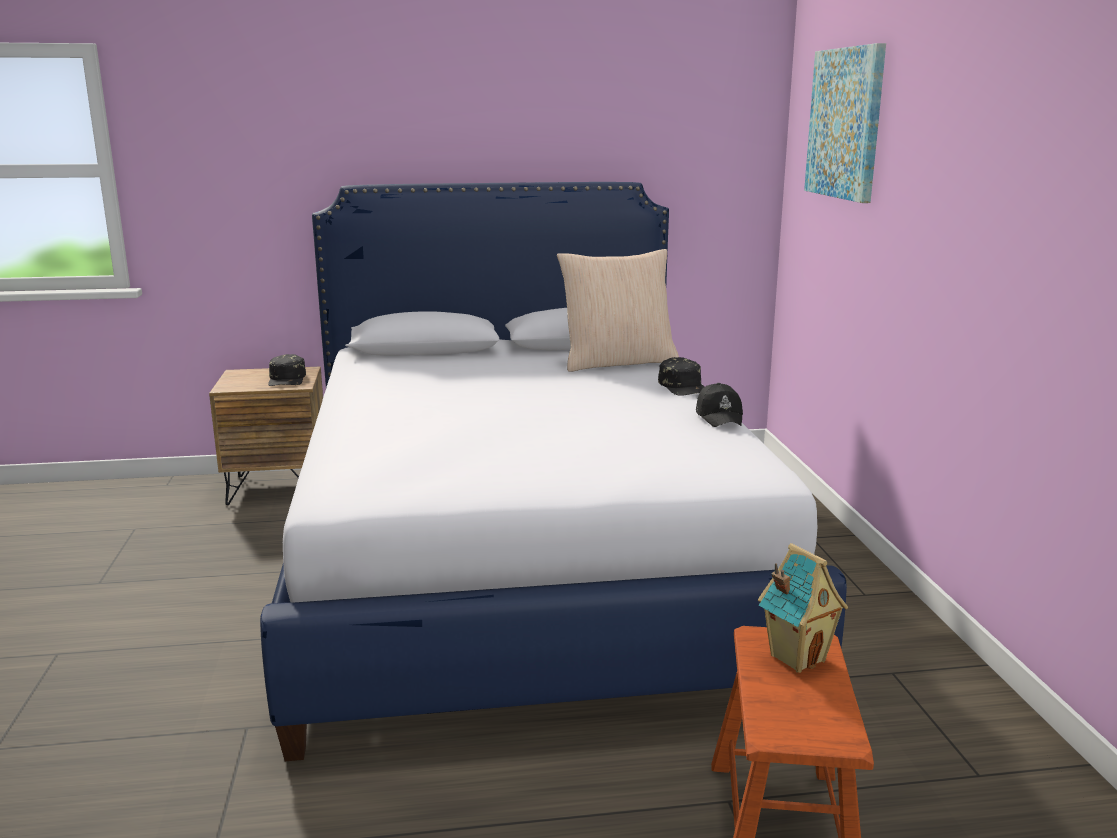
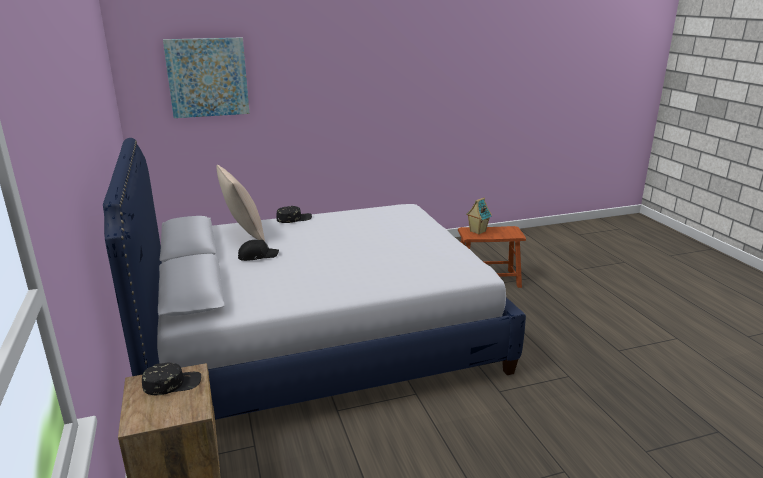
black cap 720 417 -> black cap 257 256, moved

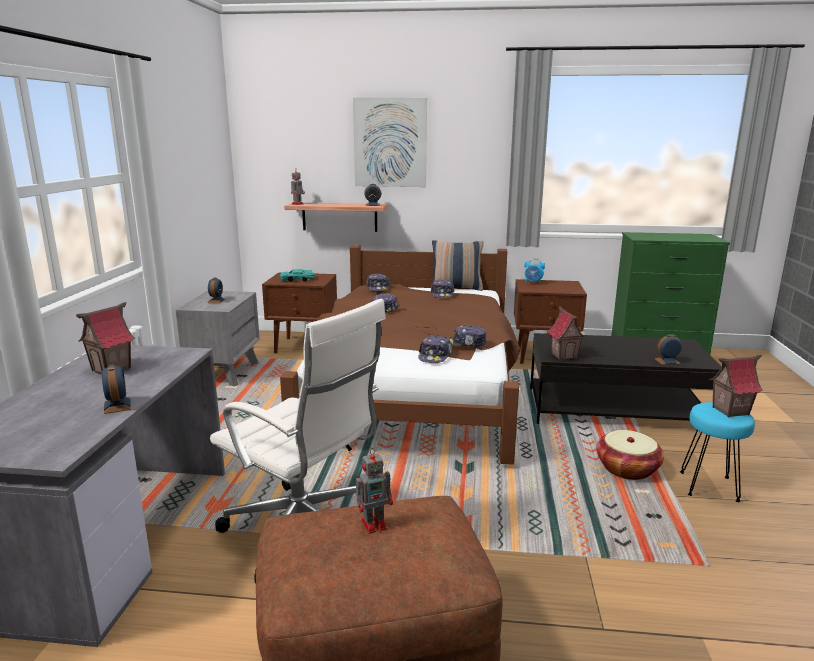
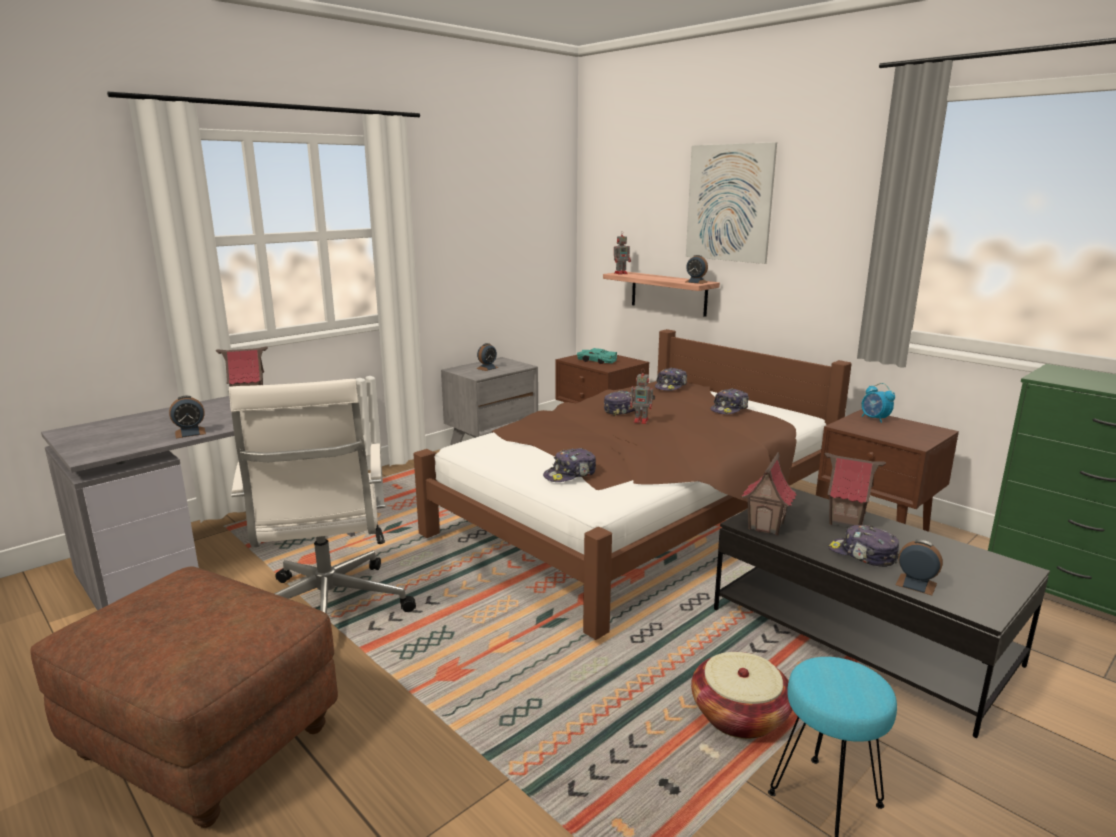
alarm clock 117 405 -> alarm clock 190 433, 45 degrees clockwise
toy robot 375 524 -> toy robot 641 421, moved
toy house 730 411 -> toy house 846 521, moved
cap 465 344 -> cap 862 555, moved
pillow 456 288 -> none

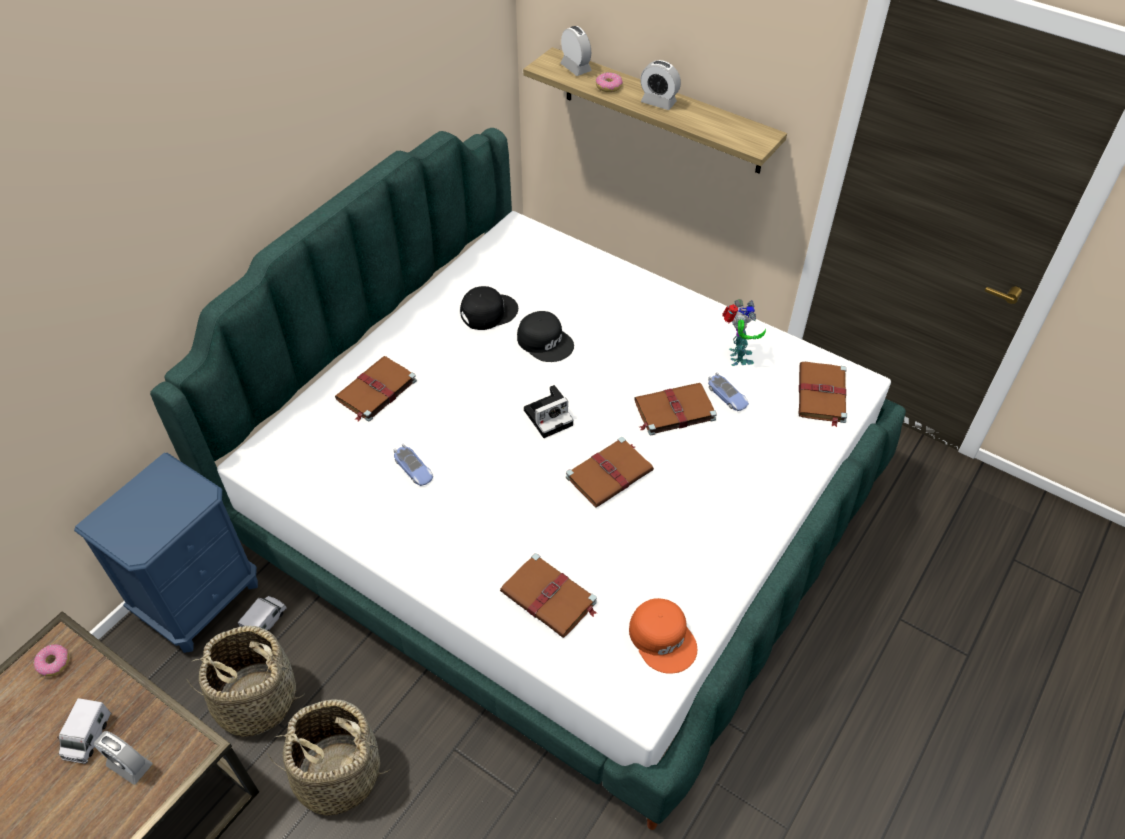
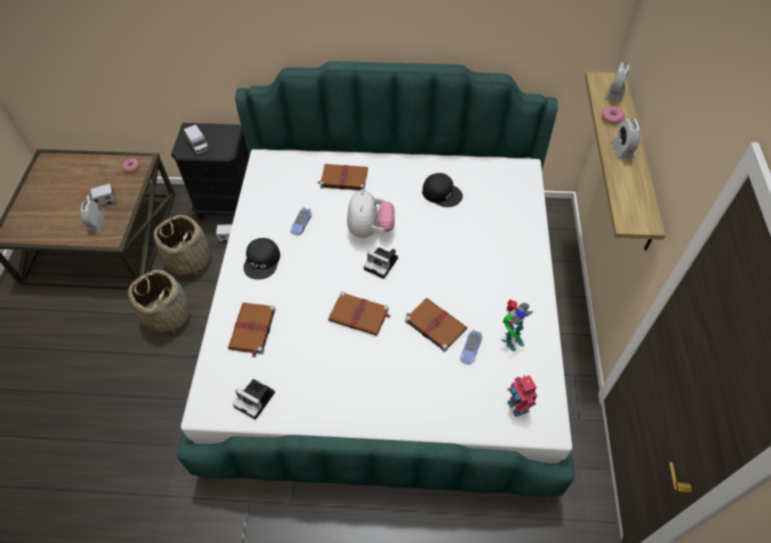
blue nightstand 200 599 -> black nightstand 228 205
none -> toy truck 198 145
orange cap 663 638 -> photo camera 256 400
black cap 545 341 -> black cap 262 261, moved
none -> plush toy 370 230
brown book 821 395 -> toy robot 517 407

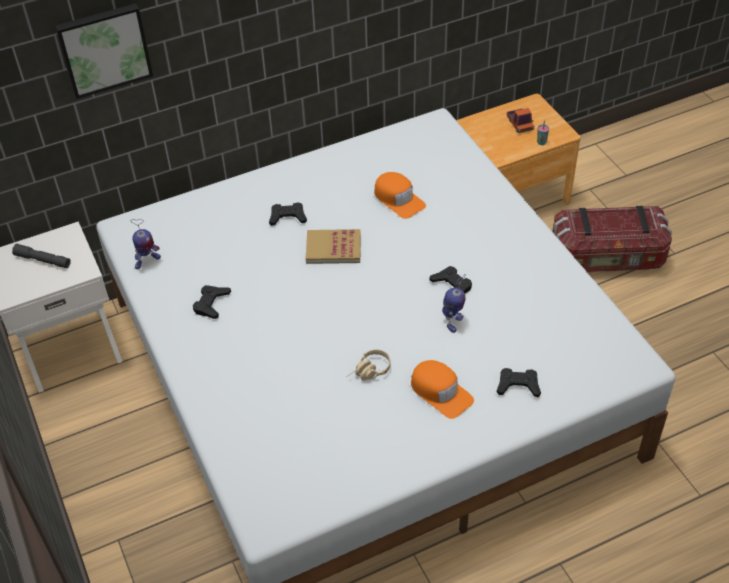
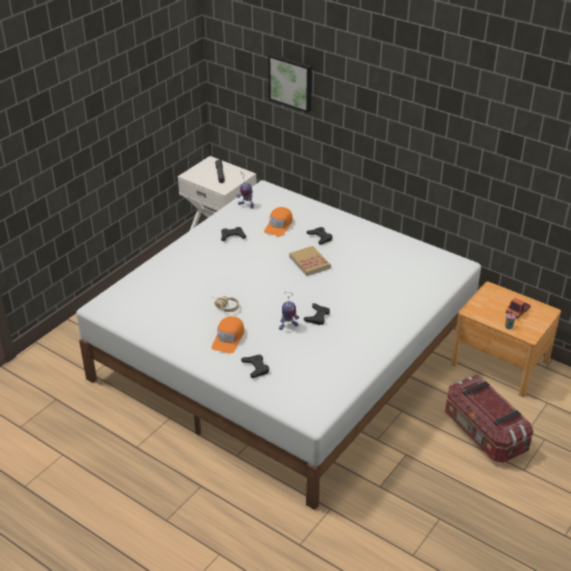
orange cap 398 199 -> orange cap 279 225, moved

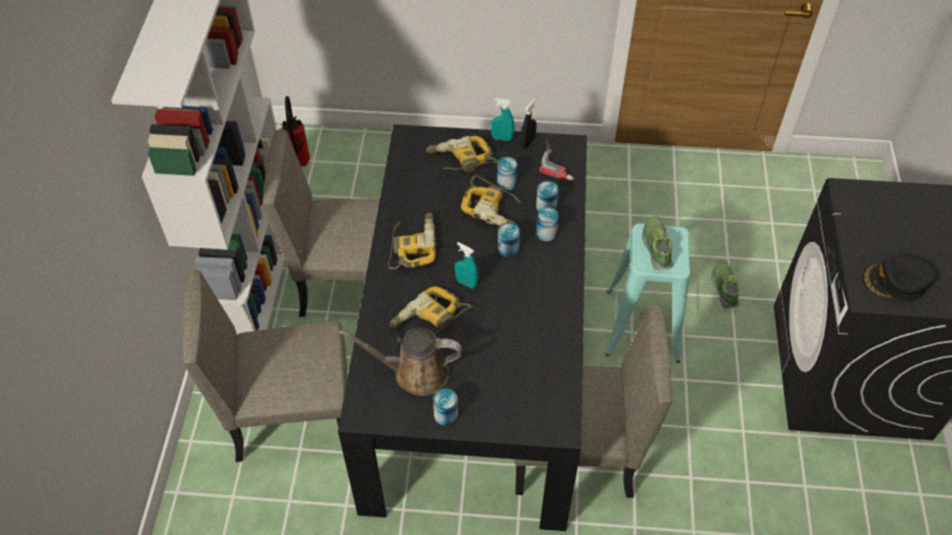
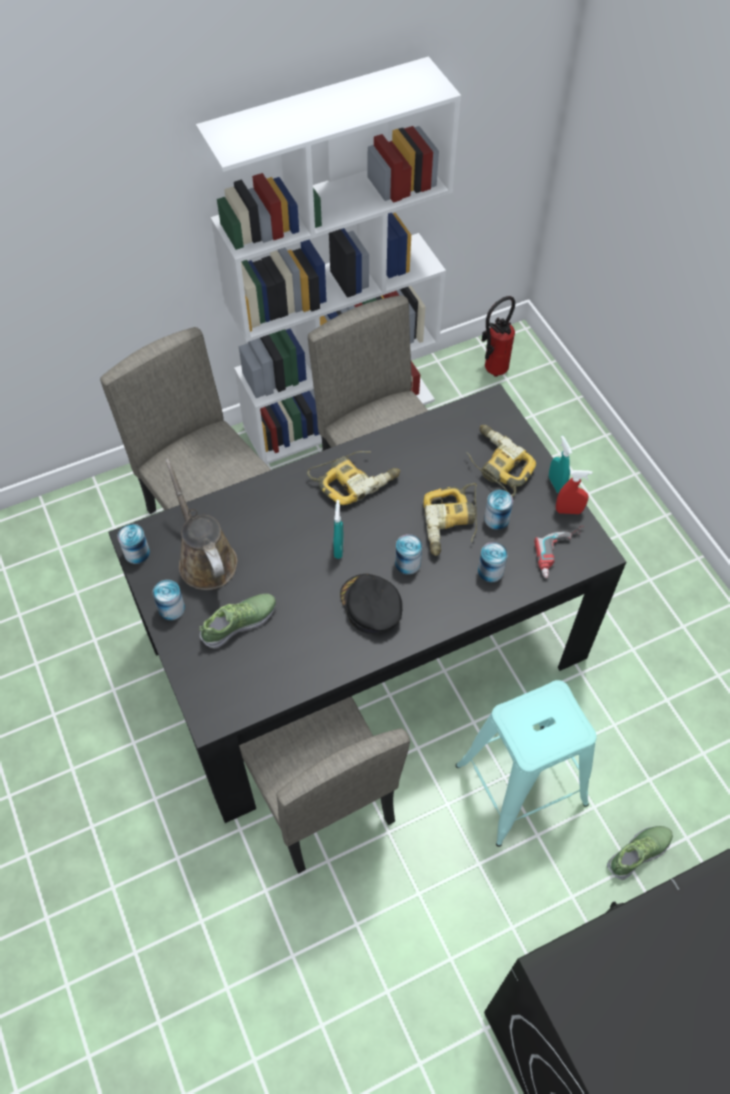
can 546 233 -> can 137 553, moved
shoe 657 247 -> shoe 239 623, moved
black cap 896 282 -> black cap 370 606, moved
black spray bottle 527 142 -> red spray bottle 568 511
power drill 430 319 -> none

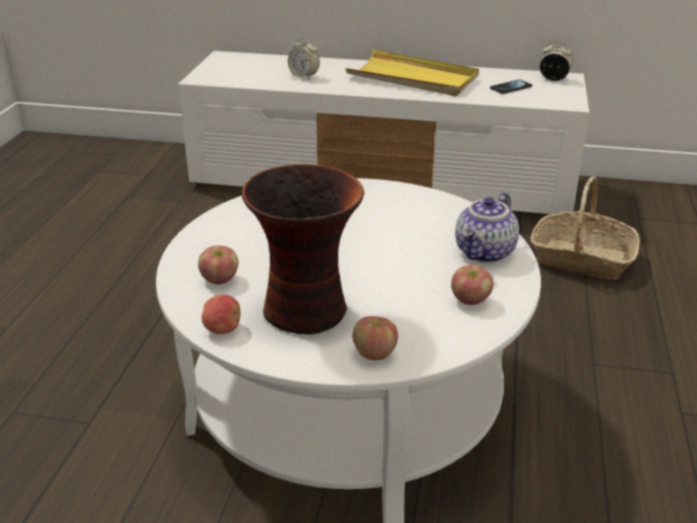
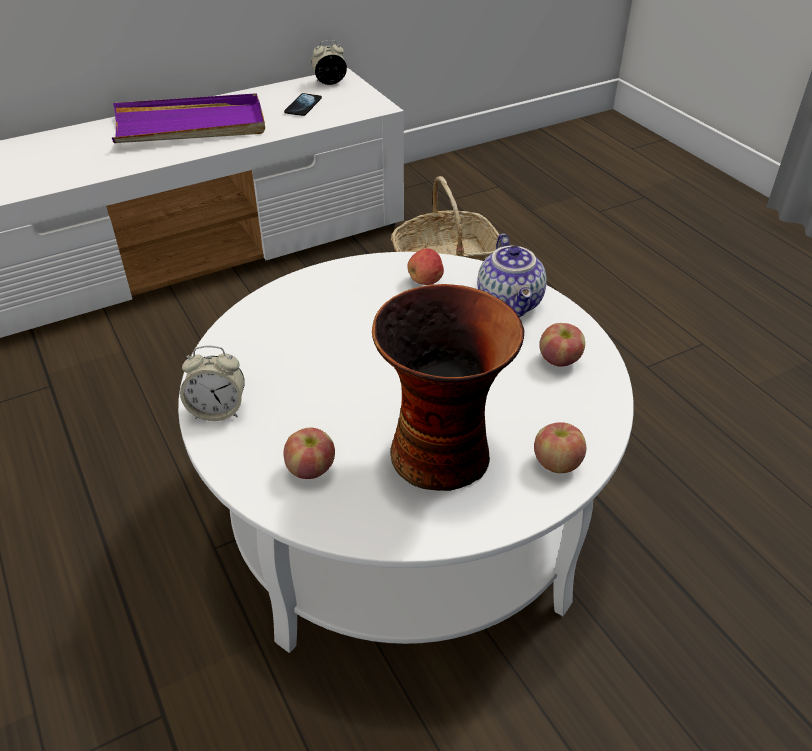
yellow tray 413 78 -> purple tray 190 126
alarm clock 304 76 -> alarm clock 218 410, moved
apple 223 329 -> apple 426 281, moved

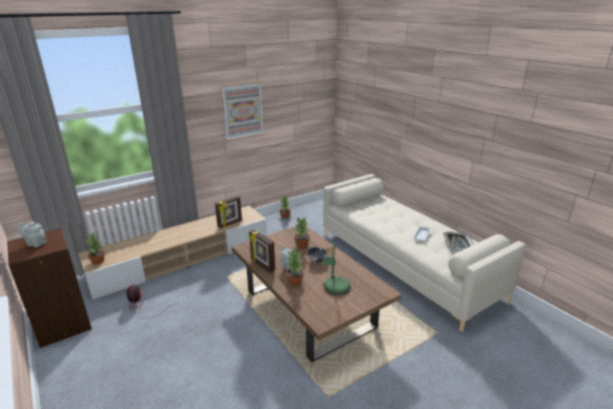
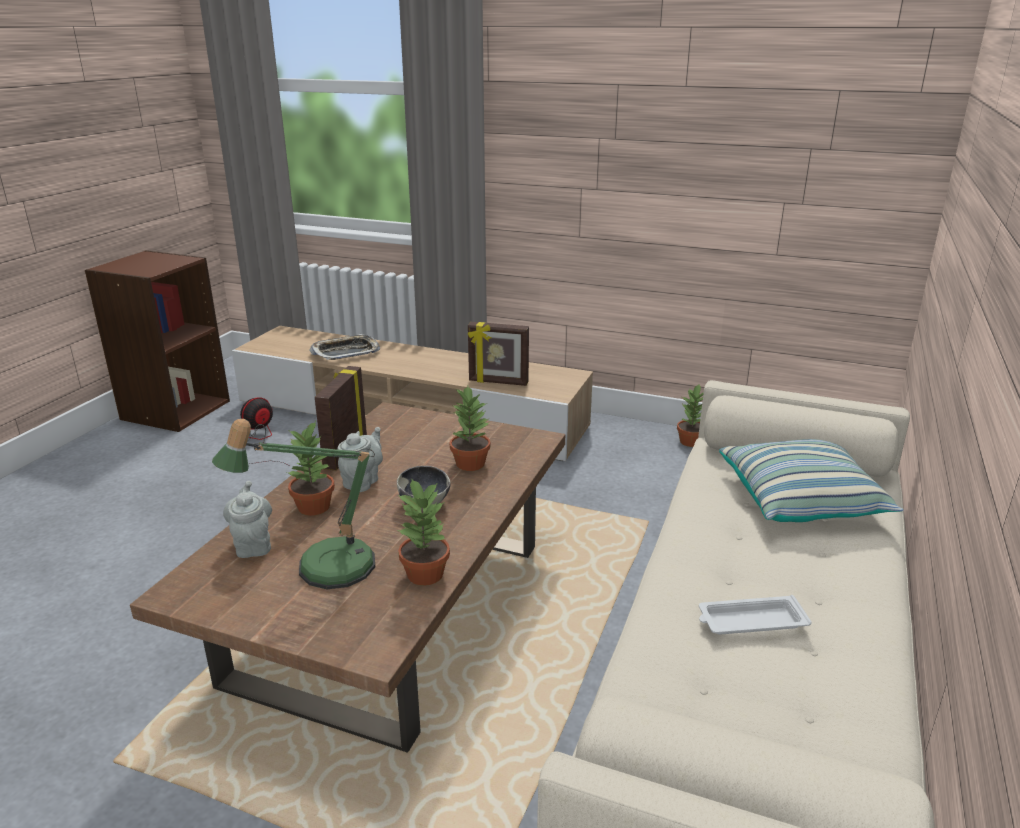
grey teapot 35 243 -> grey teapot 253 544, moved
tray 457 244 -> tray 346 352, moved
potted plant 98 261 -> potted plant 426 573, moved
none -> pillow 801 500
picture 243 110 -> none

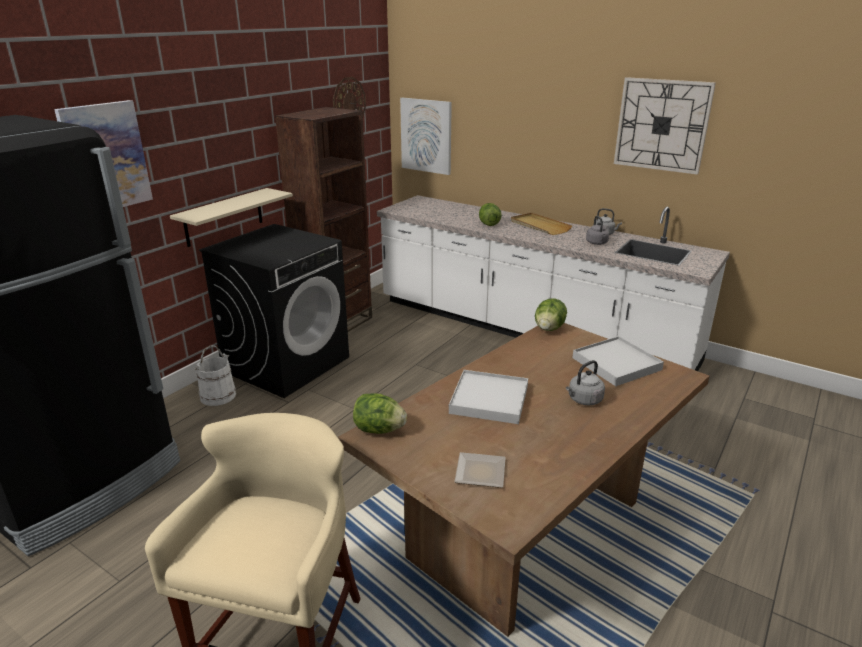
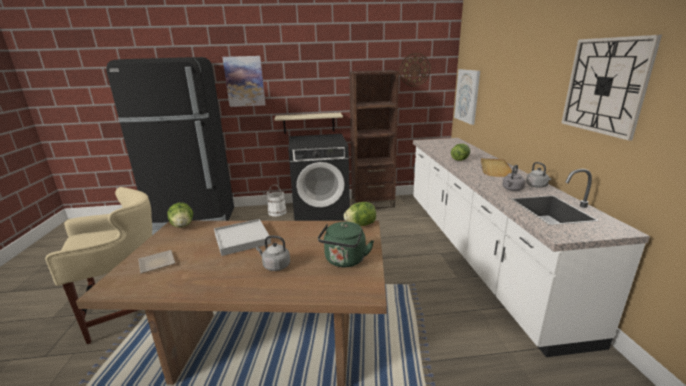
white tray 616 364 -> green kettle 344 261

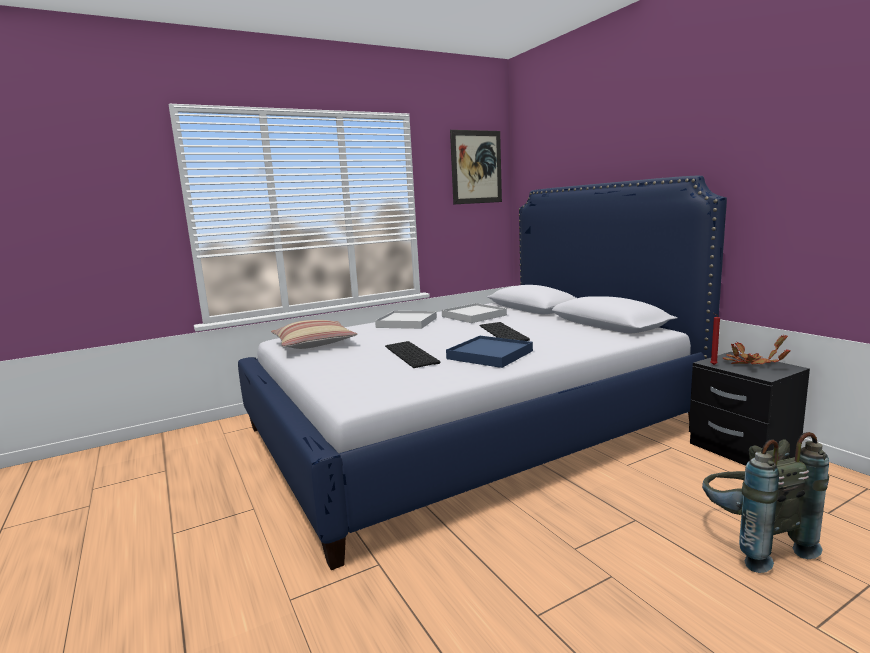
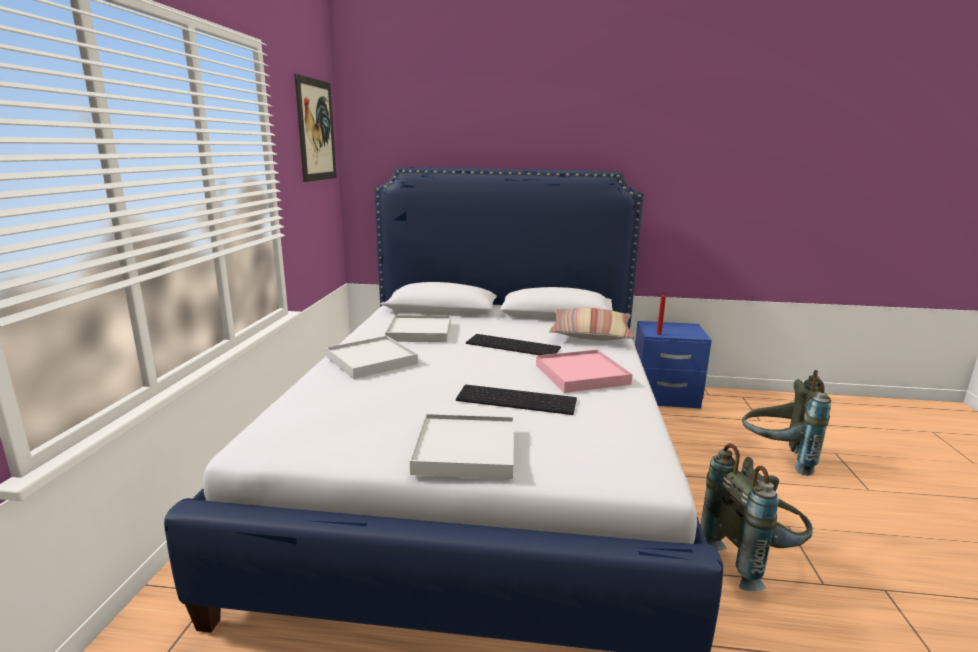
none -> white tray 465 450
blue tray 490 355 -> pink tray 581 374
pillow 313 344 -> pillow 591 334, moved
black nightstand 741 450 -> blue nightstand 664 397
none -> grey backpack 752 561
potted plant 750 364 -> none

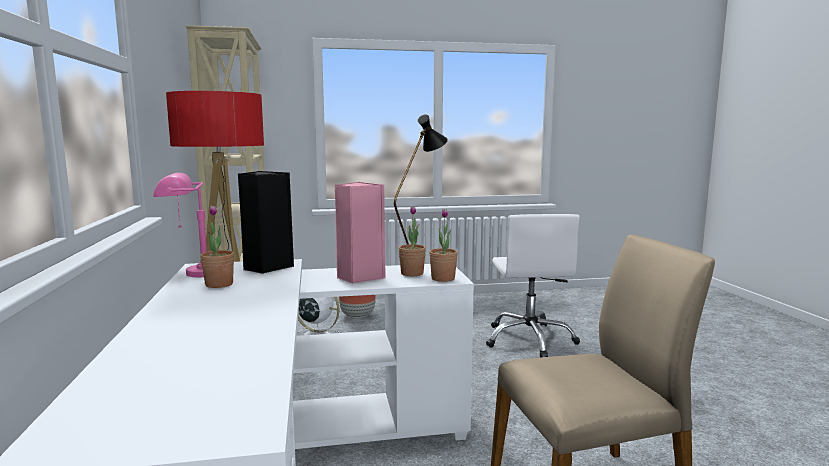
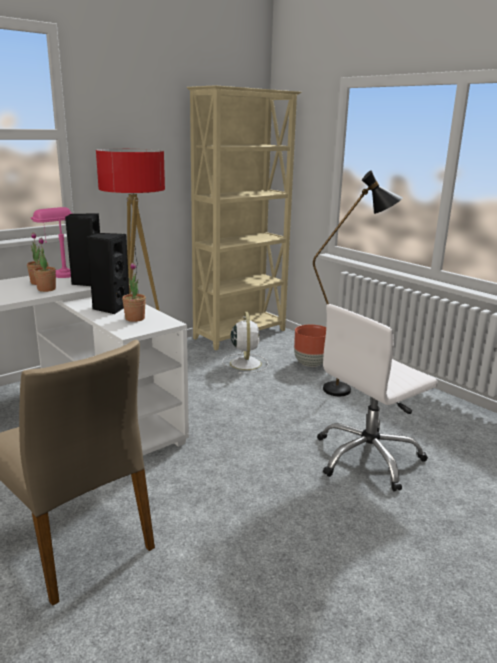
potted plant 443 278 -> potted plant 46 289, moved
pink speaker 359 277 -> black speaker 110 308

